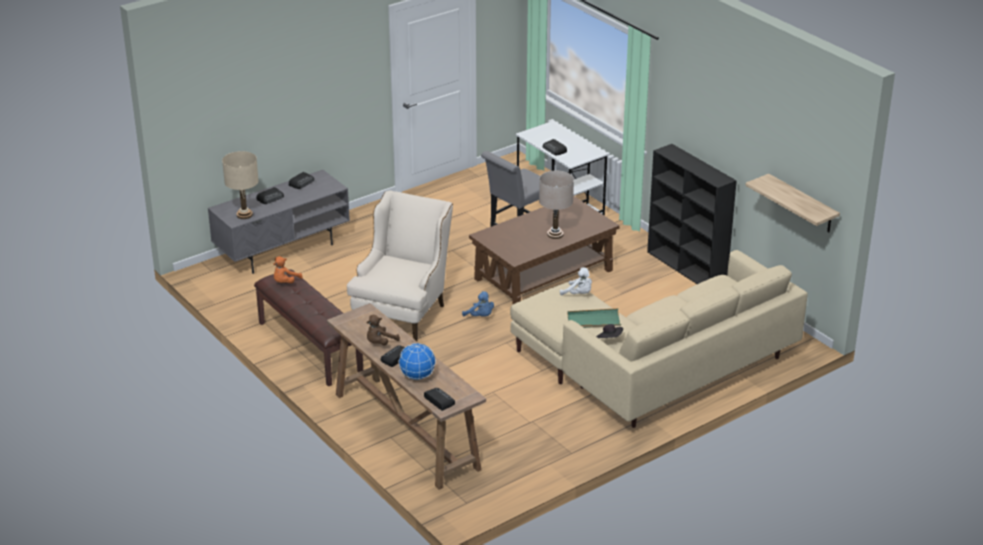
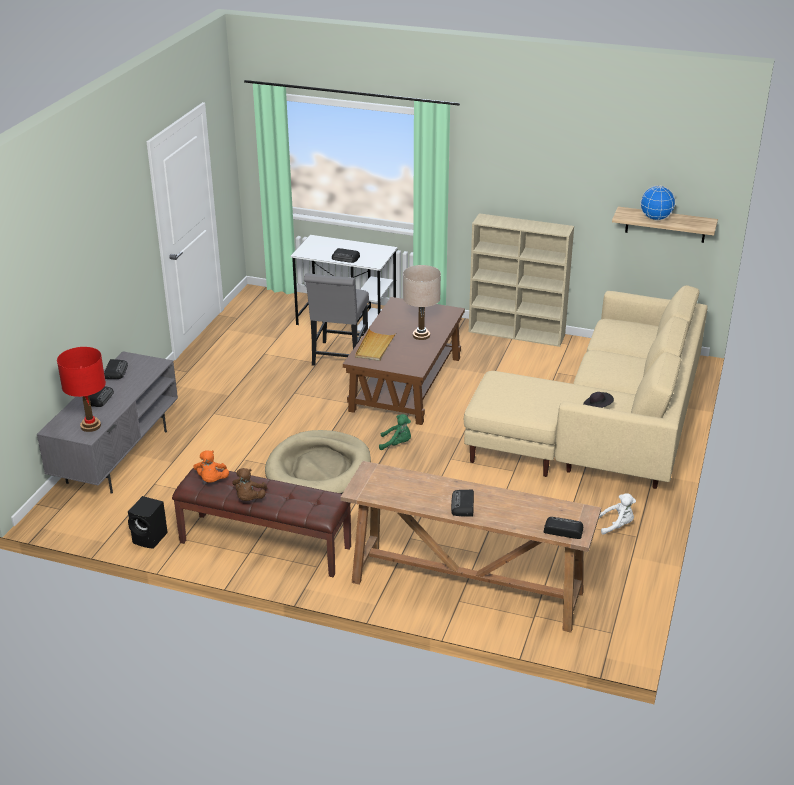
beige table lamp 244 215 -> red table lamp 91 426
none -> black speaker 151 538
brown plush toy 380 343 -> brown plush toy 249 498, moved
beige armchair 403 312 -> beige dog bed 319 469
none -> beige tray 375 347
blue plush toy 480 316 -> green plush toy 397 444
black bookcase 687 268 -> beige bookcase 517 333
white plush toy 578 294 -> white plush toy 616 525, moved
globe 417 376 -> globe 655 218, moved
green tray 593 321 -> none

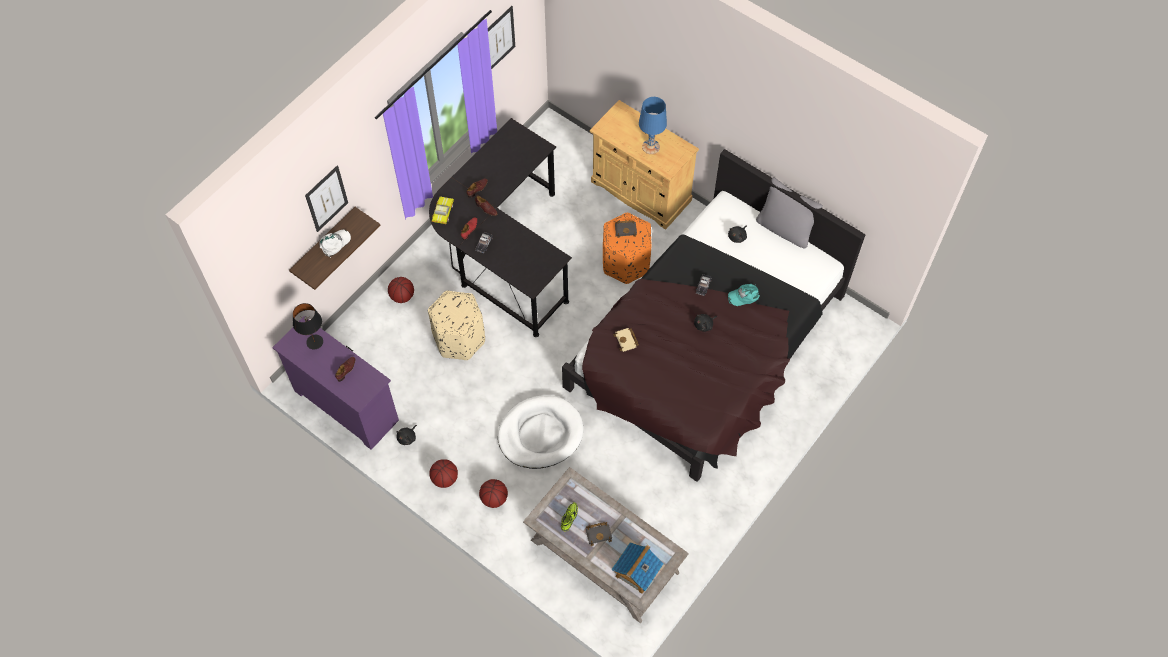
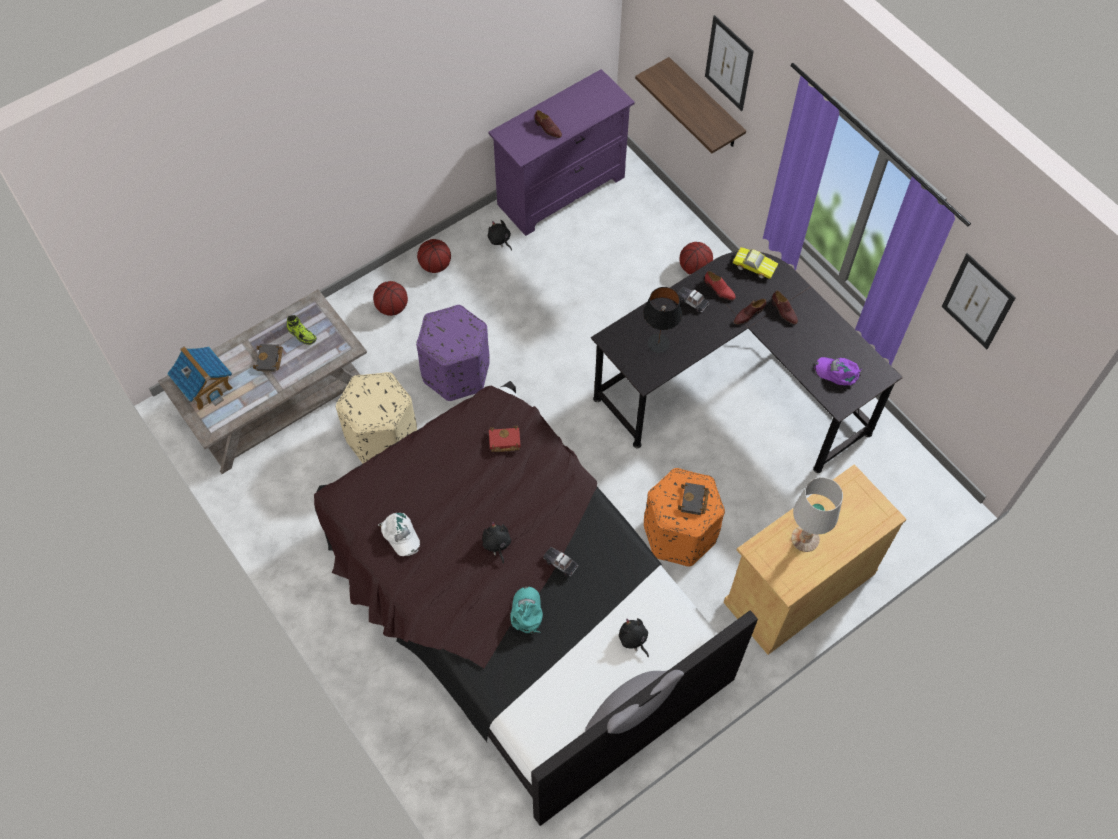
beige ottoman 459 339 -> beige ottoman 381 438, moved
white cap 335 243 -> white cap 400 535, moved
white dog bed 540 434 -> purple ottoman 456 372
beige book 626 341 -> red book 503 441
black table lamp 314 342 -> black table lamp 658 343, moved
blue table lamp 651 147 -> white table lamp 805 539
none -> purple cap 838 372

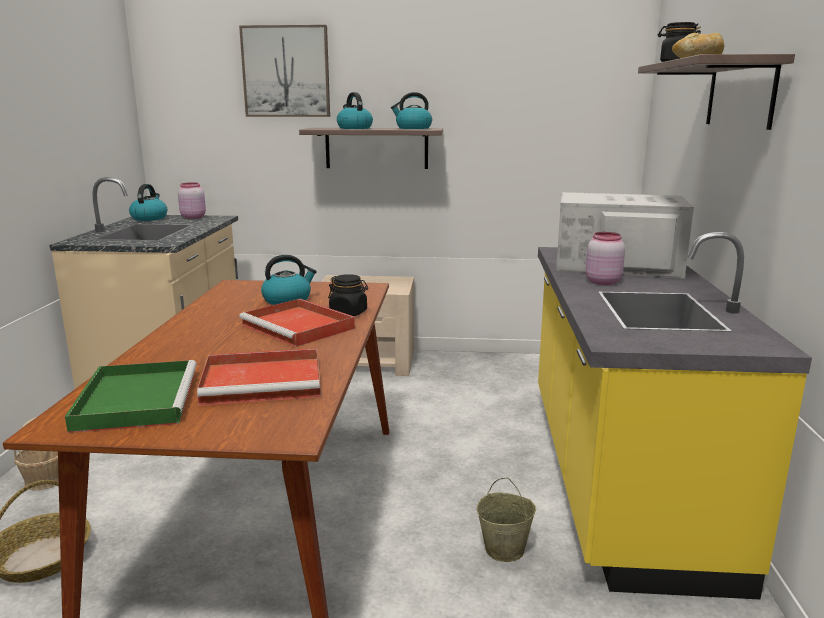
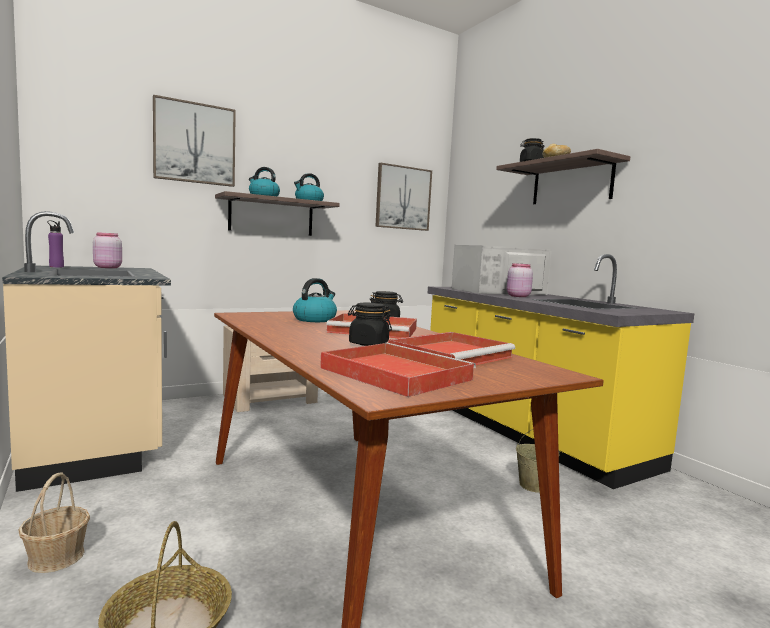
kettle 149 218 -> purple bottle 56 267
green tray 136 399 -> red tray 393 373
none -> black jar 368 344
none -> picture 403 198

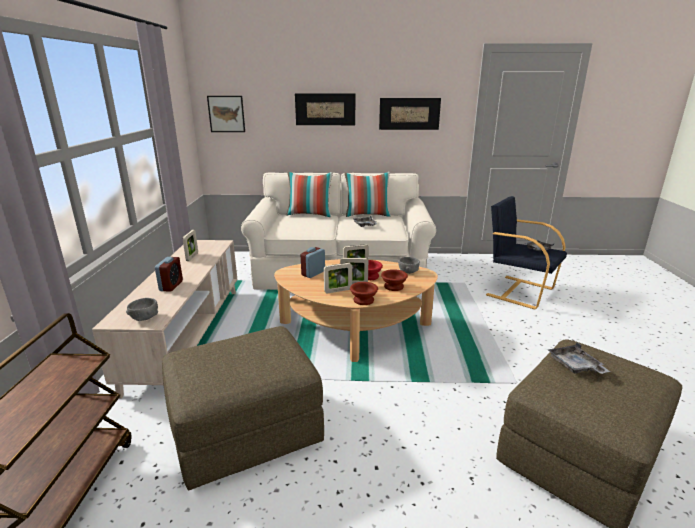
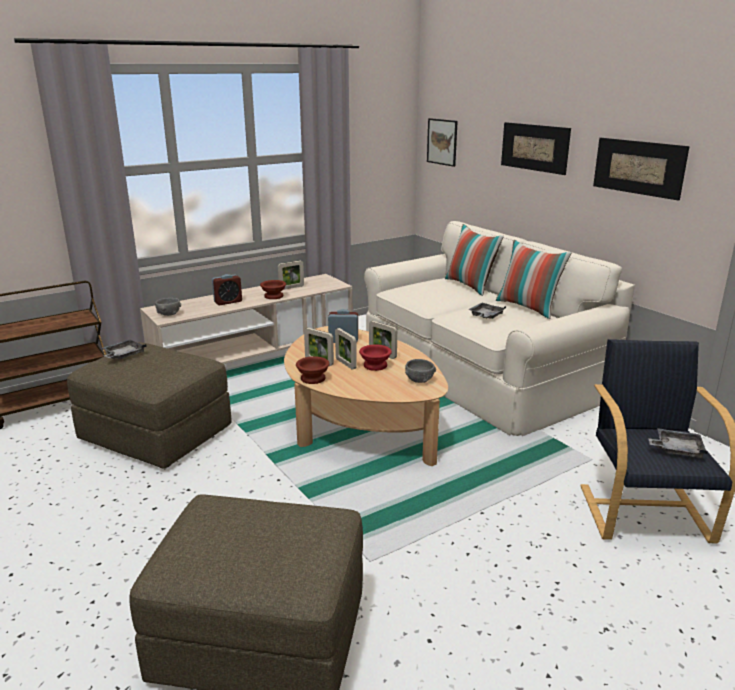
grey tray 575 366 -> grey tray 123 355, moved
brown bowl 394 287 -> brown bowl 273 296, moved

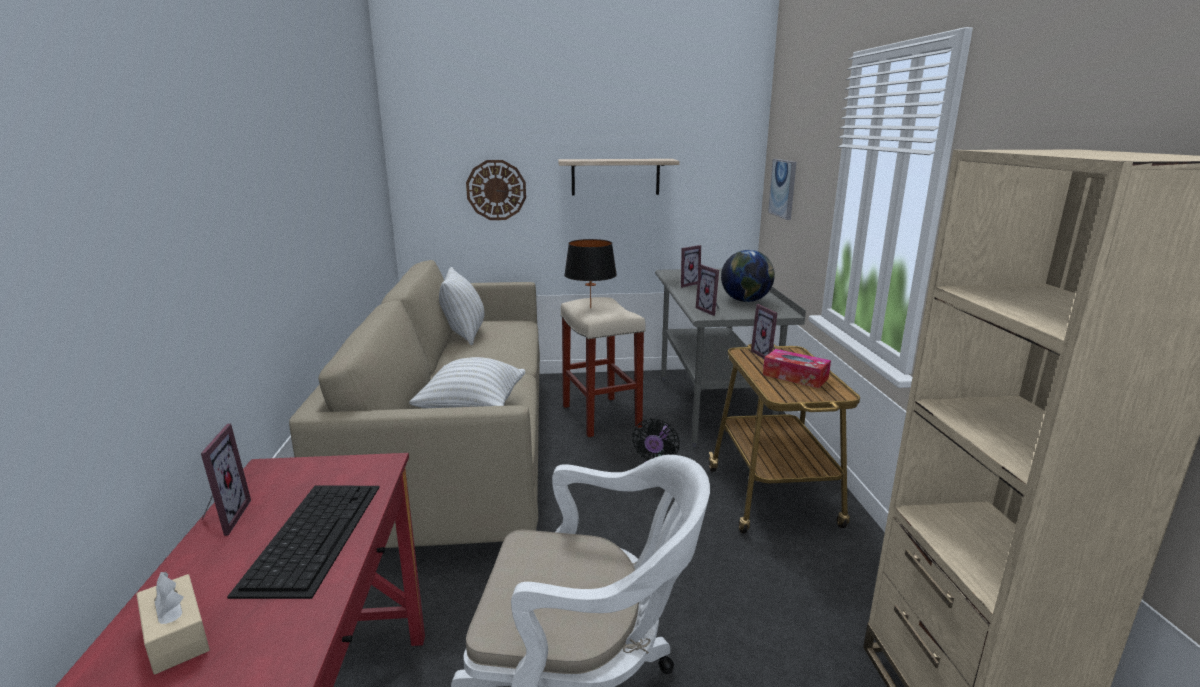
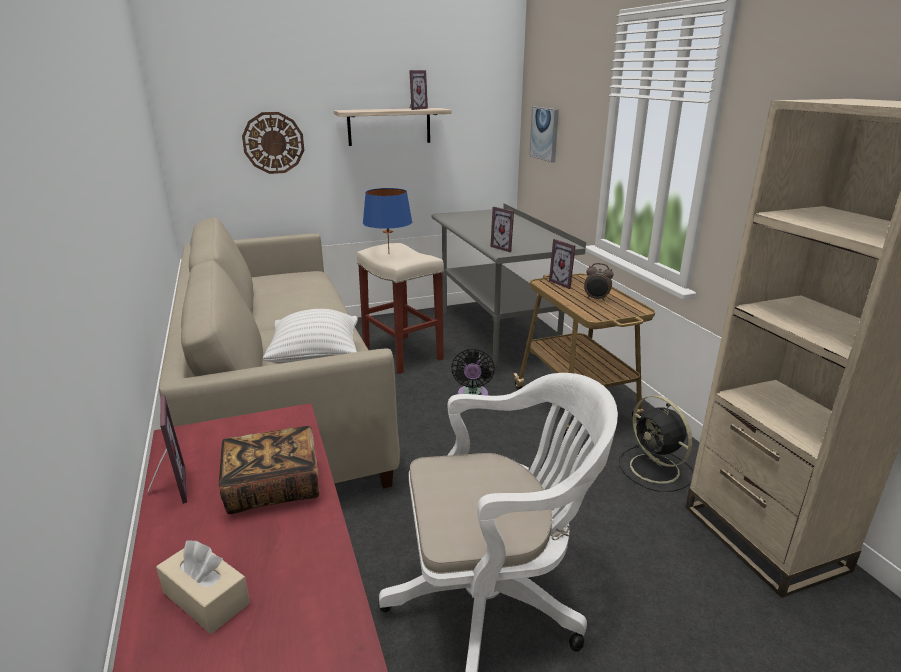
keyboard 313 534 -> book 273 487
black table lamp 590 308 -> blue table lamp 388 254
picture frame 685 284 -> picture frame 415 109, moved
tissue box 795 376 -> alarm clock 596 299
none -> black fan 656 470
white pillow 464 334 -> none
globe 746 301 -> none

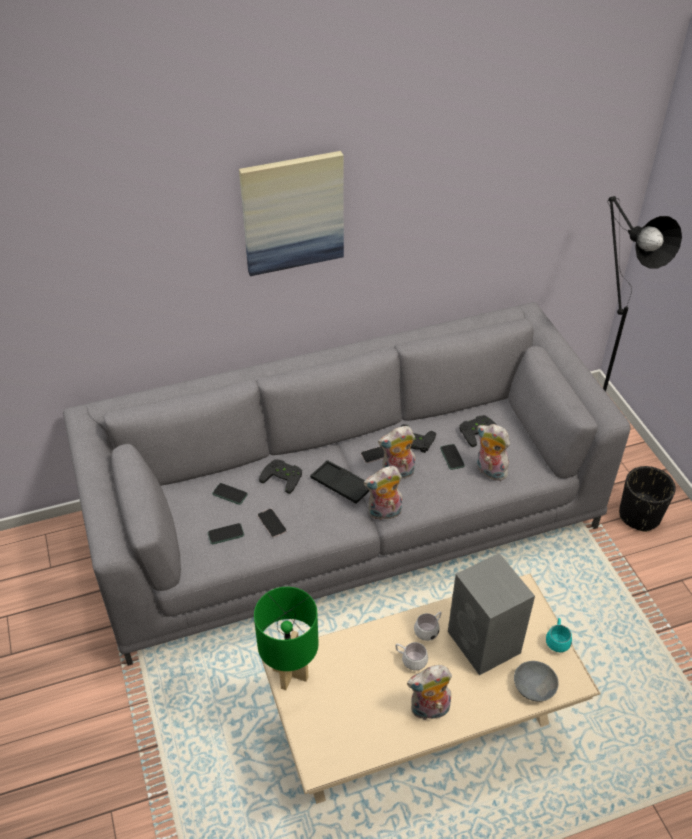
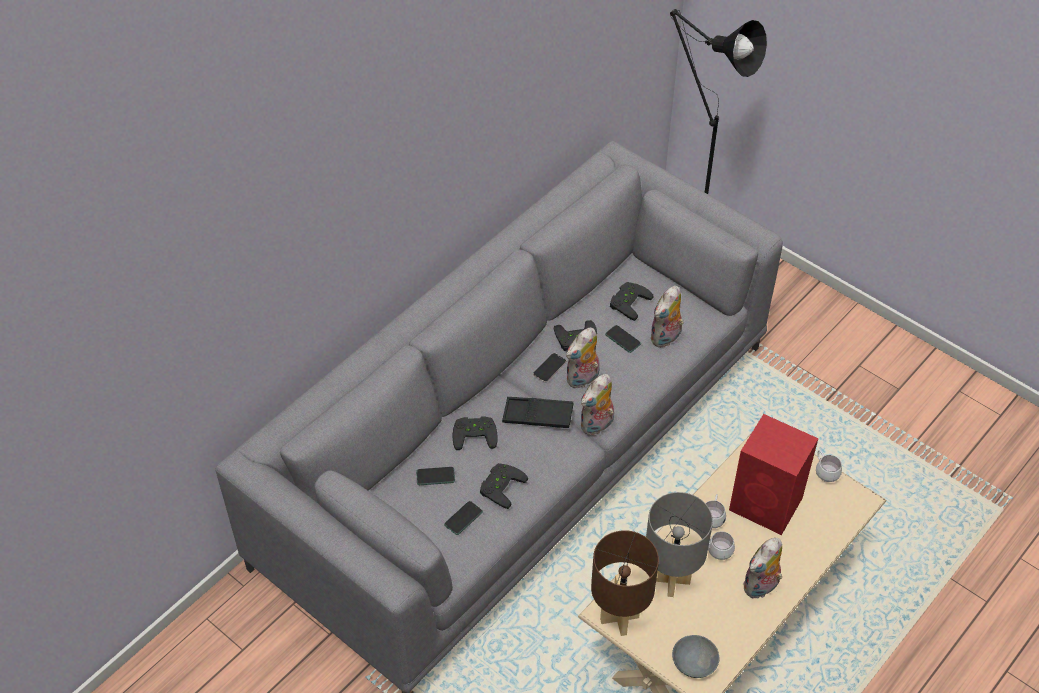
phone 272 523 -> black game controller 500 486
green table lamp 290 674 -> brown table lamp 620 619
none -> grey table lamp 671 580
plush toy 489 471 -> plush toy 666 338, 60 degrees counterclockwise
grey bowl 534 687 -> grey bowl 695 662, moved
grey speaker 485 643 -> red speaker 767 505
turquoise mug 557 641 -> white mug 824 472
picture 292 213 -> none
black planter 639 515 -> none

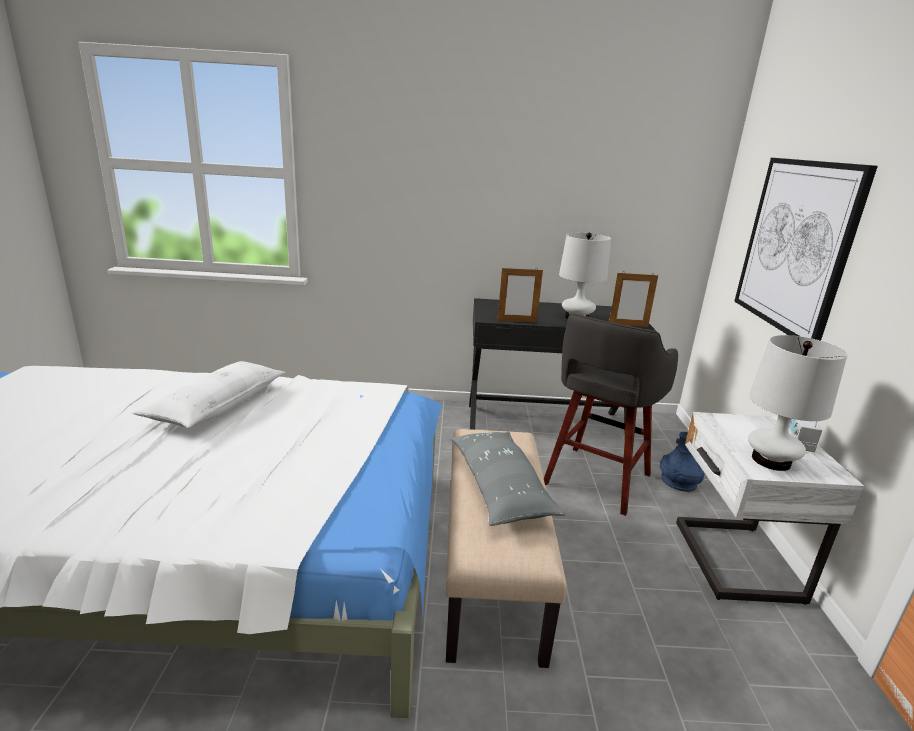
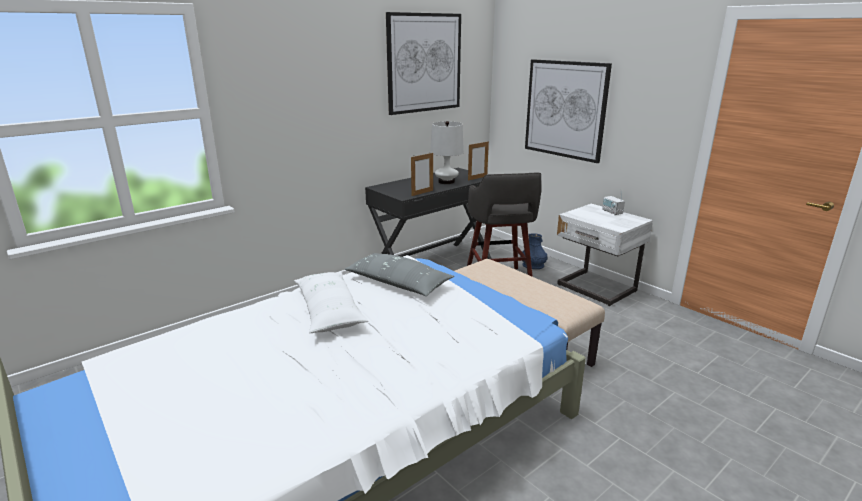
grey pillow 499 487 -> grey pillow 398 284, moved
none -> picture 424 63
white table lamp 770 461 -> none

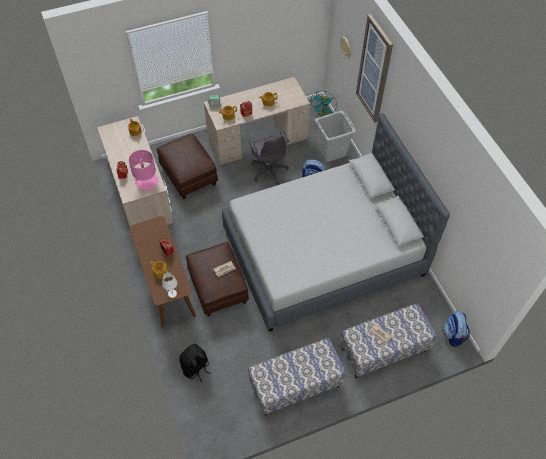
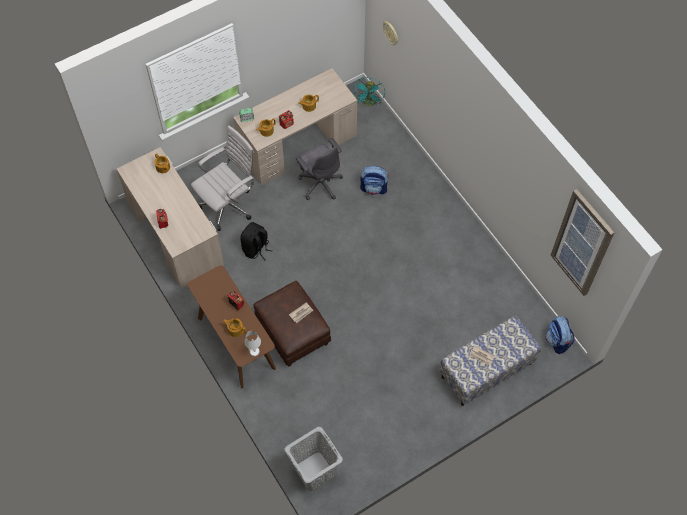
brown ottoman 189 176 -> white office chair 229 205
black backpack 196 368 -> black backpack 256 249, moved
grey laundry basket 332 151 -> grey laundry basket 315 471, moved
picture 374 70 -> picture 582 243, moved
pink table lamp 146 181 -> none
grey bed 323 252 -> none
bench 295 385 -> none

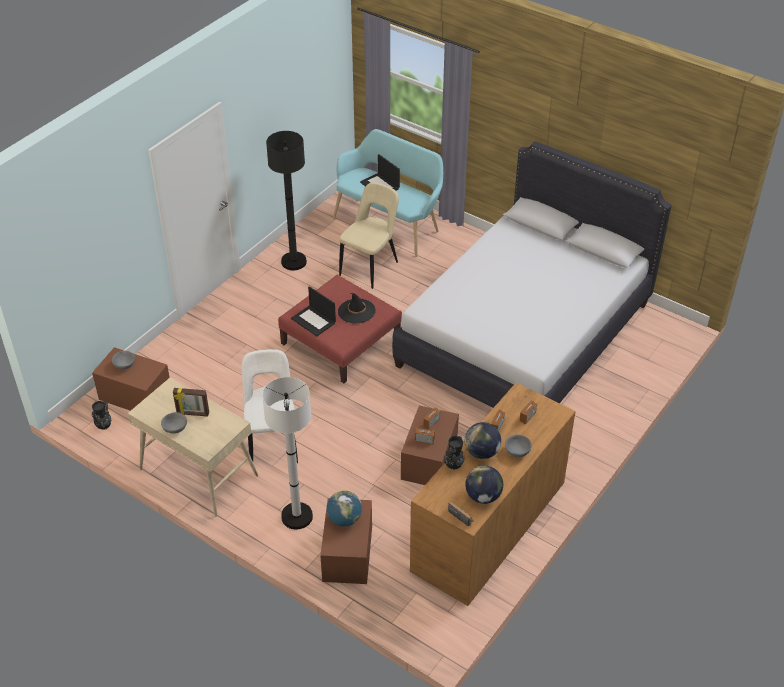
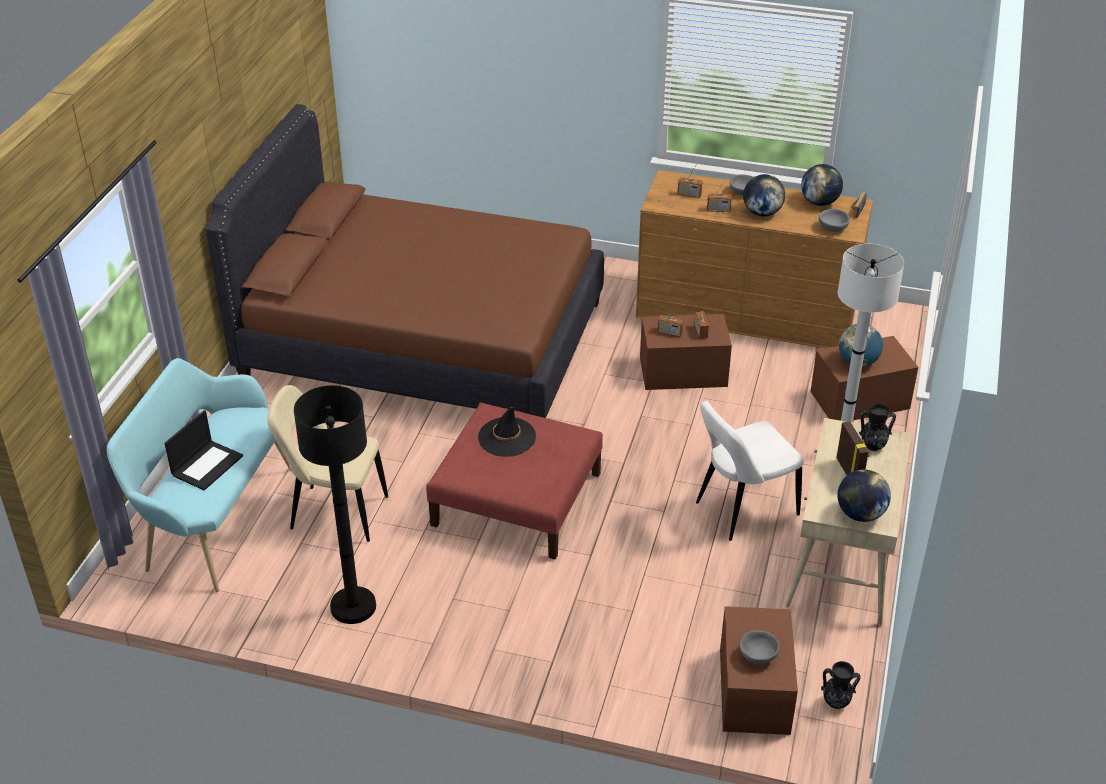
white bed 524 334 -> brown bed 423 340
grey bowl 175 428 -> grey bowl 832 228, moved
none -> globe 860 514
black vase 454 465 -> black vase 872 446, moved
laptop 314 321 -> none

